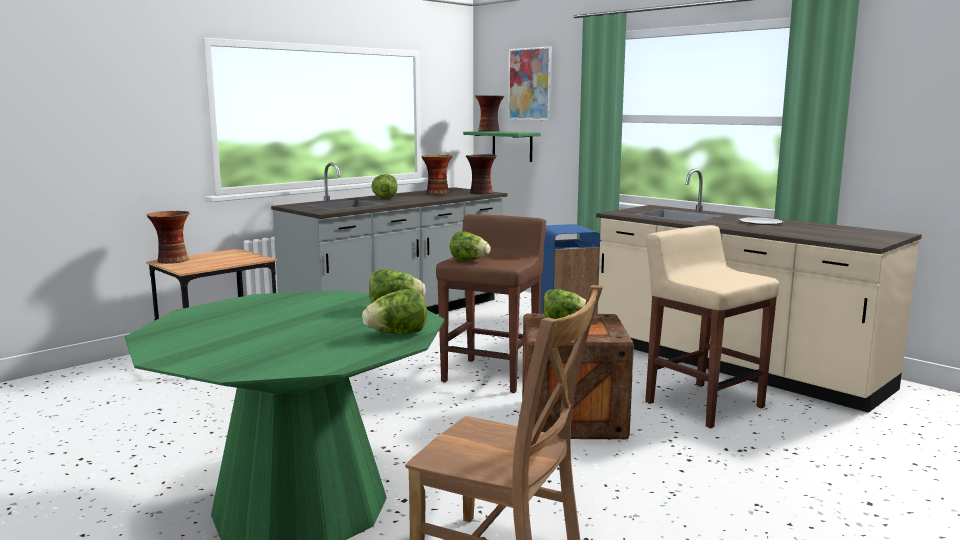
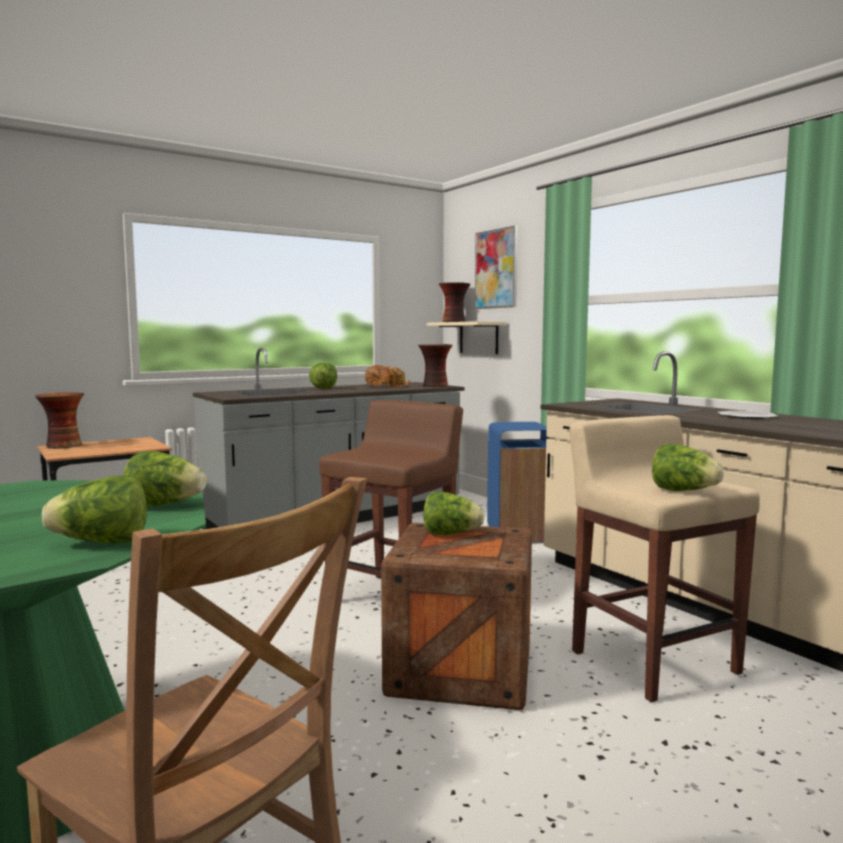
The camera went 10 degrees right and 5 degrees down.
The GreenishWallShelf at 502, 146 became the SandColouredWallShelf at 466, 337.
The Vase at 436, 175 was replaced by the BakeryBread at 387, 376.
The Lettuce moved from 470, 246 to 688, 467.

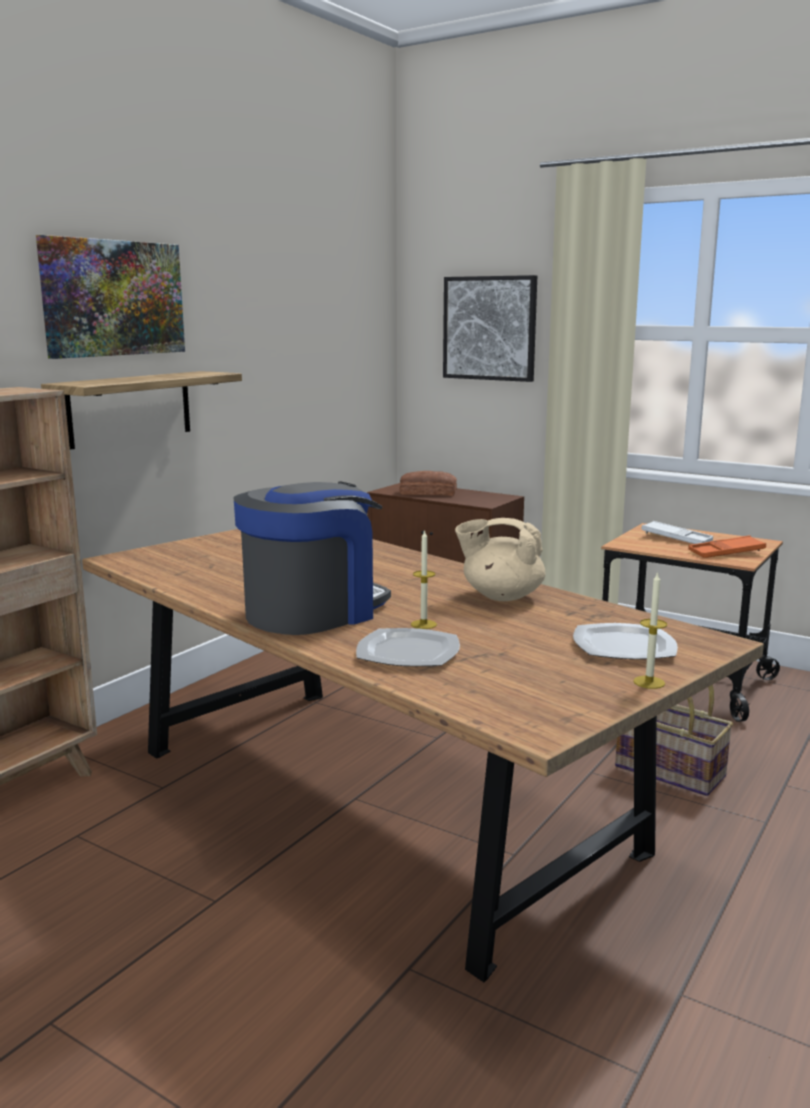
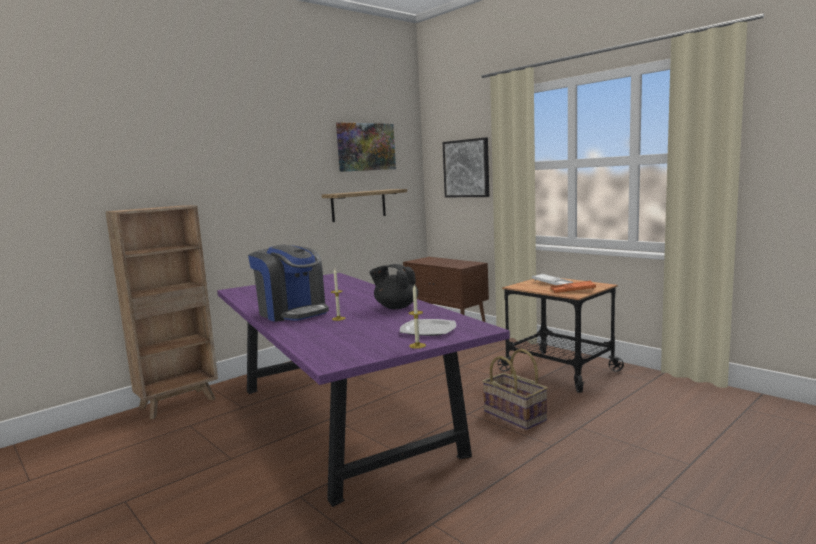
The camera went 15 degrees right and 5 degrees down.
The Picture moved from 110, 297 to 366, 147.
The WallShelf moved from 141, 410 to 364, 205.
The BakeryBread at 428, 483 disappeared.
The CoffeeMaker at 312, 558 turned 75 degrees clockwise.
The SandColouredPotForTea at 500, 559 became the BlackColouredPotForTea at 393, 287.
The BrownishDinnerTable at 423, 755 became the PurpleColouredDinnerTable at 363, 390.
The Plate at 408, 647 disappeared.

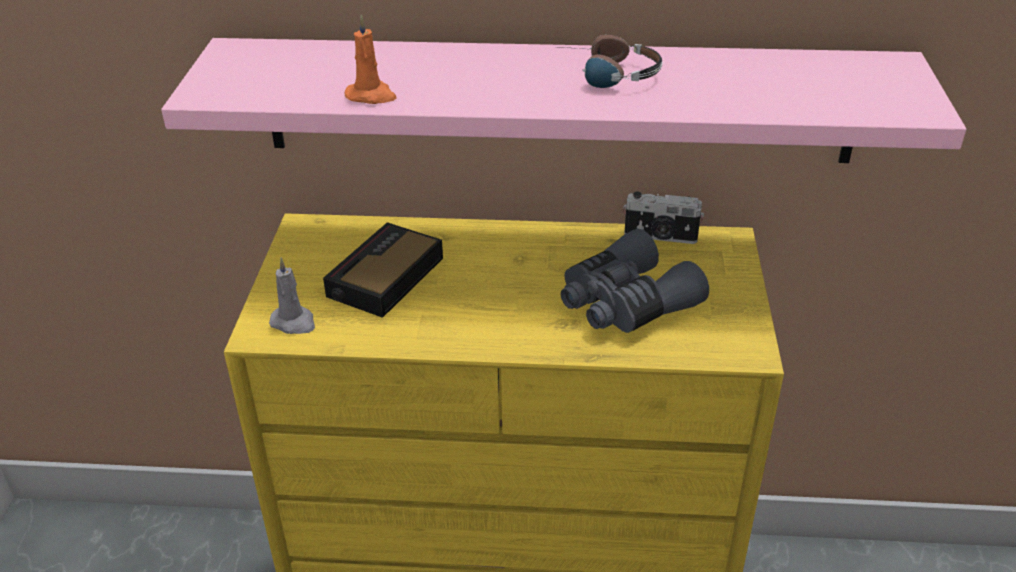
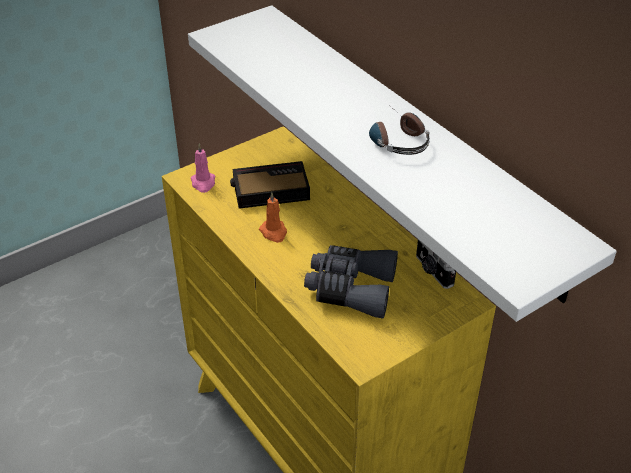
The camera went 50 degrees right and 5 degrees up.
The OrangeColouredCandle moved from 371, 59 to 273, 217.
The PinkColouredWallShelf at 563, 100 became the WhiteColouredWallShelf at 402, 163.
The GreyishCandle at 292, 296 became the PinkColouredCandle at 203, 168.

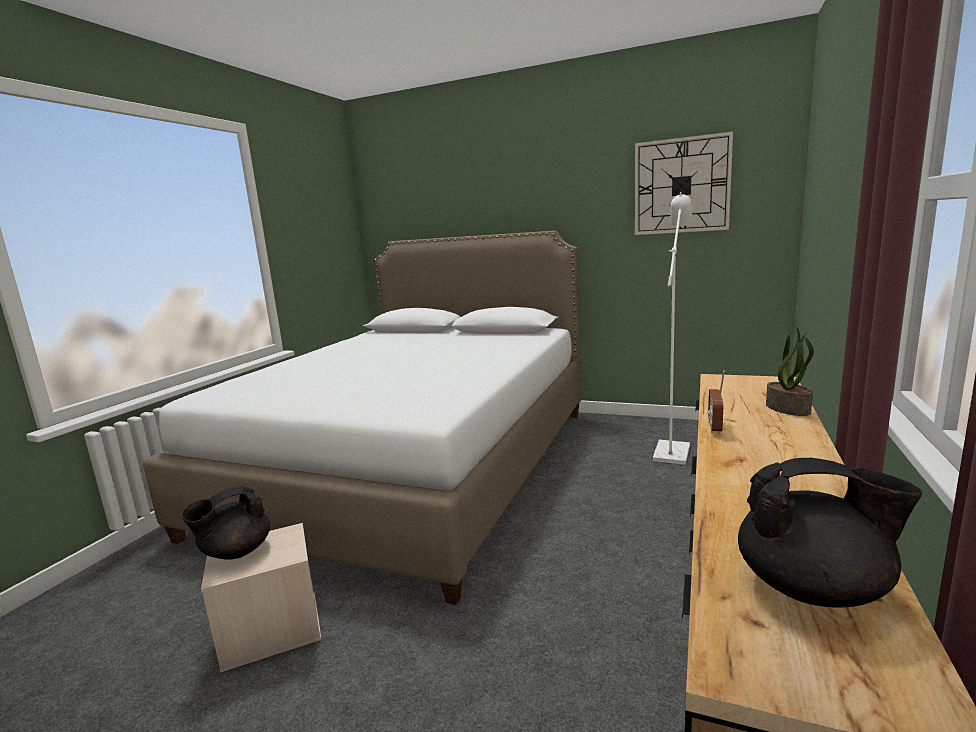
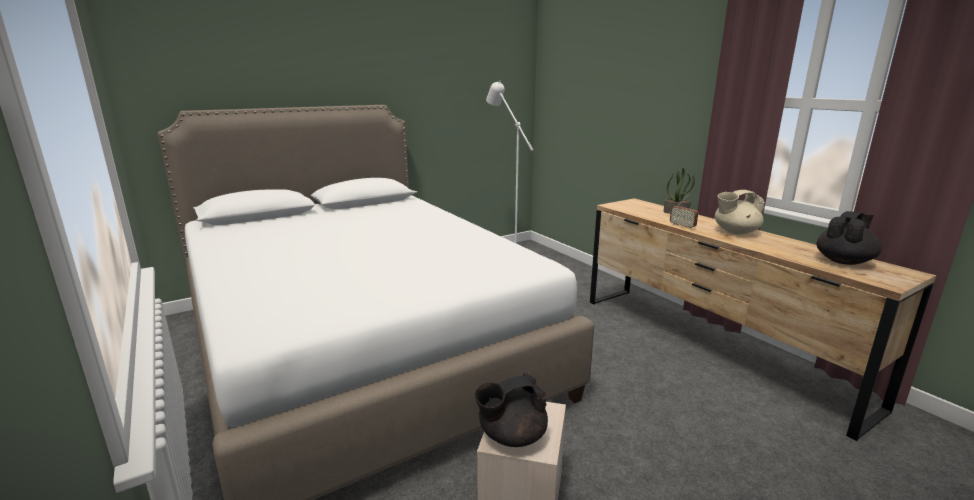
The camera went 55 degrees left and 5 degrees up.
The WallClock at 684, 183 disappeared.
The BlackColouredPotForTea at 225, 523 turned 75 degrees clockwise.
The SandColouredPotForTea at 740, 212 appeared.

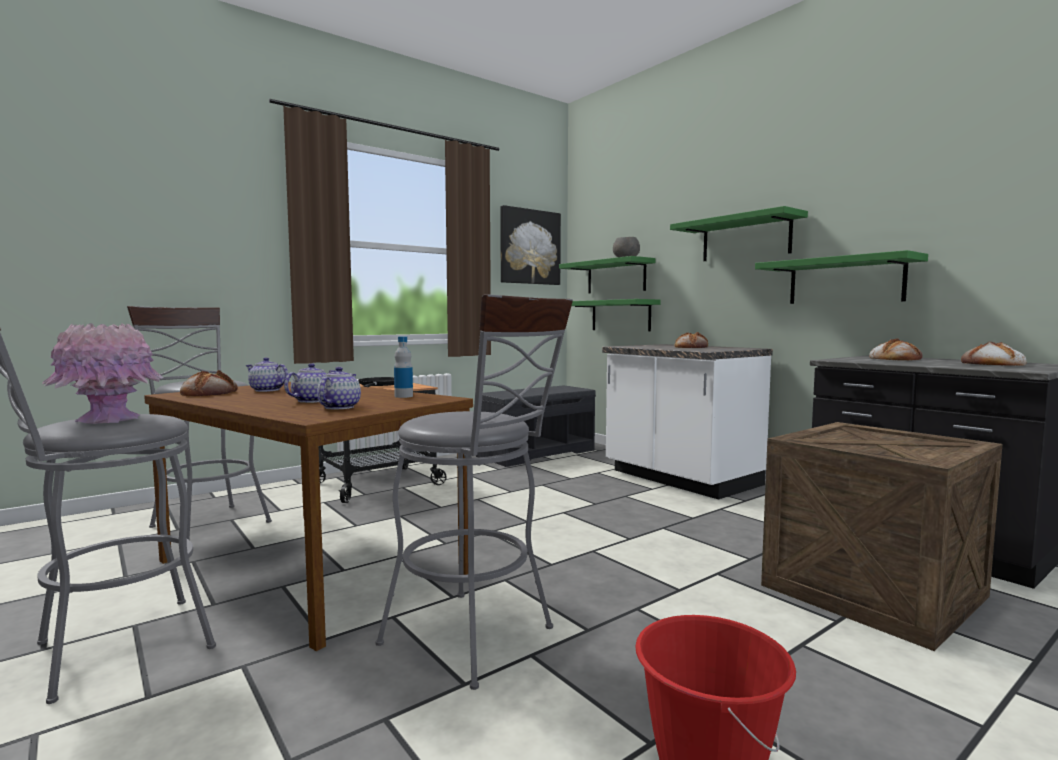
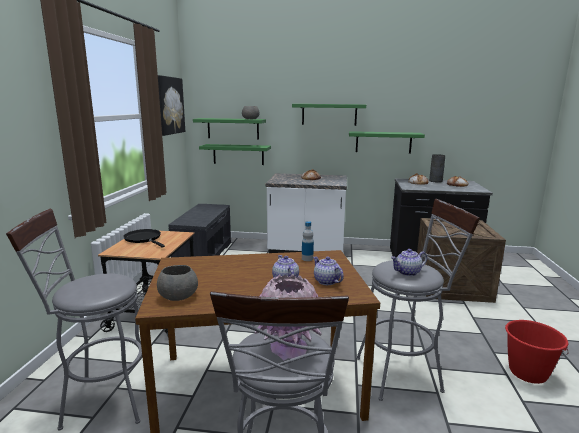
The camera went 45 degrees left and 10 degrees up.
The PotForTea moved from 267, 374 to 409, 262.
The BakeryBread at 209, 383 was replaced by the GreyishServingBowl at 177, 283.
The GreyishVase at 437, 168 appeared.

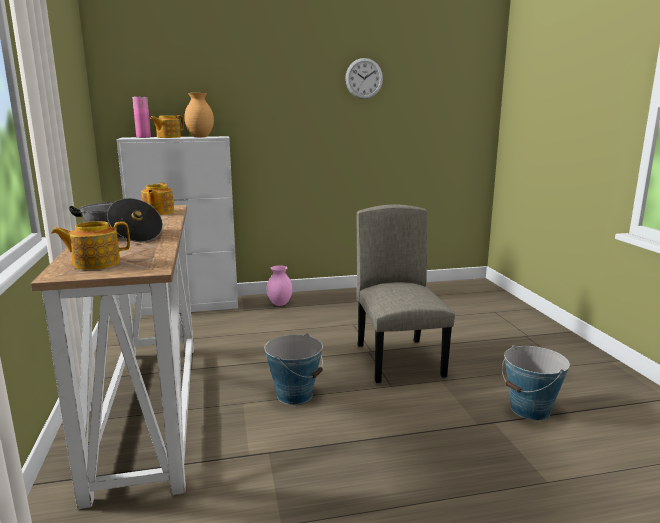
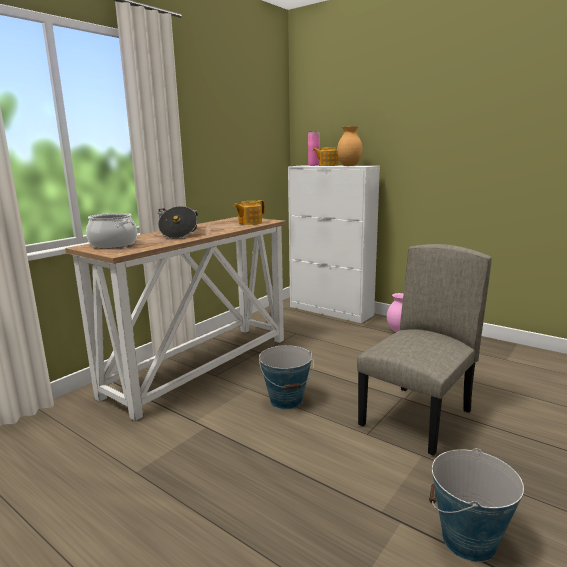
The camera went 50 degrees right and 0 degrees up.
The WallClock at 364, 78 disappeared.
The PotForTea at 90, 245 was replaced by the Saucepot at 111, 231.

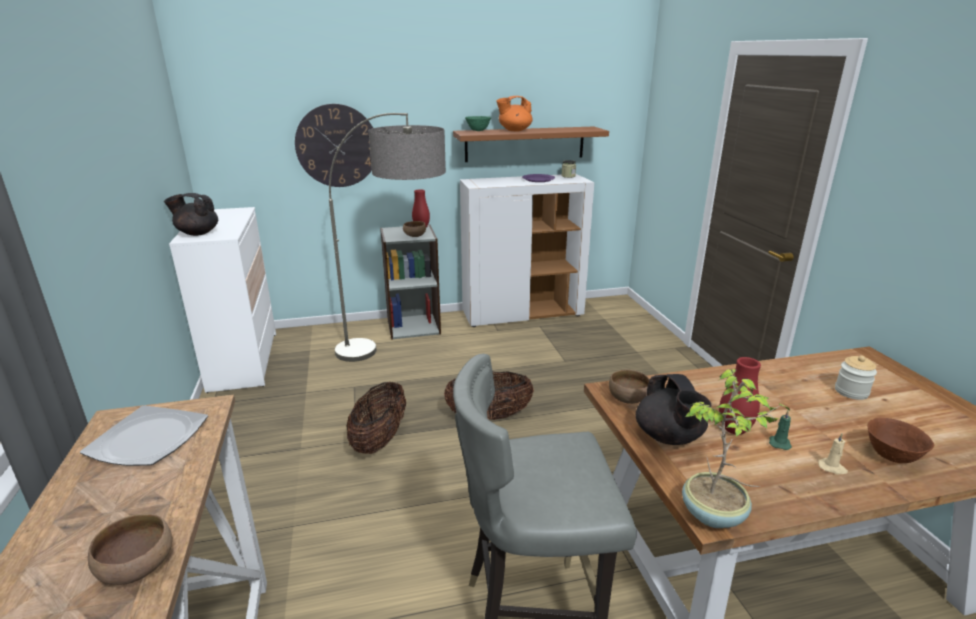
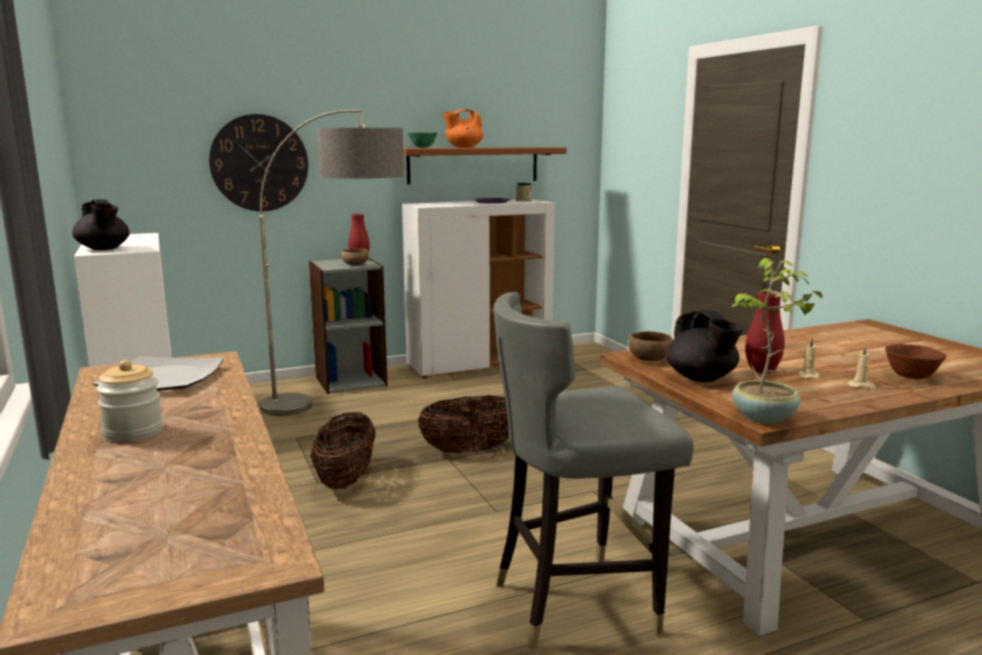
The camera went 10 degrees left and 10 degrees down.
The BlackColouredPotForTea at 191, 214 turned 120 degrees counterclockwise.
The PreserveJar moved from 856, 377 to 129, 401.
The GreenishCandle at 780, 430 became the SandColouredCandle at 808, 358.
The BrownishServingBowl at 130, 549 disappeared.

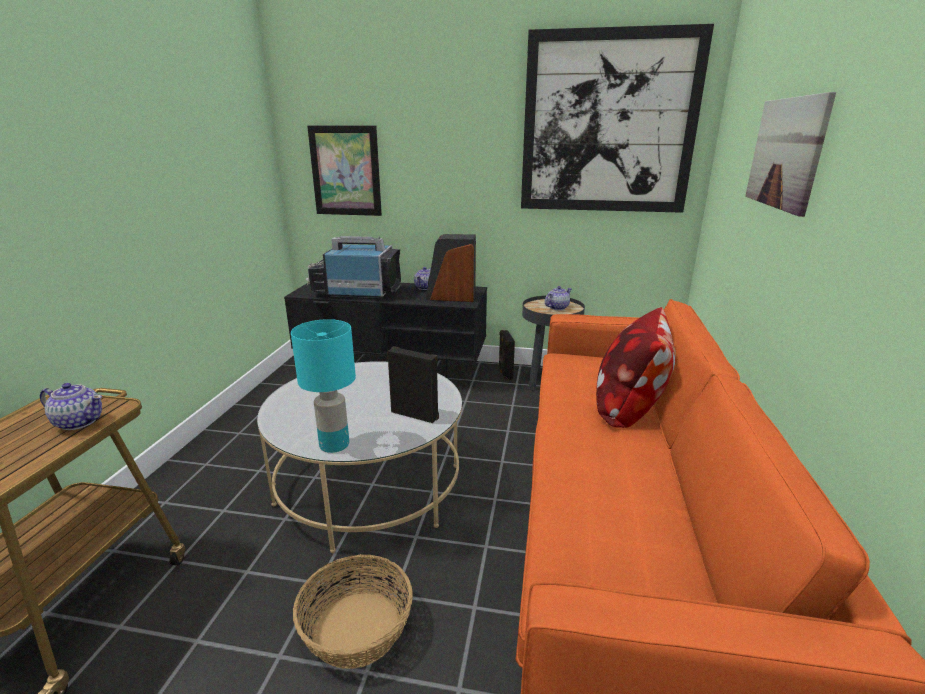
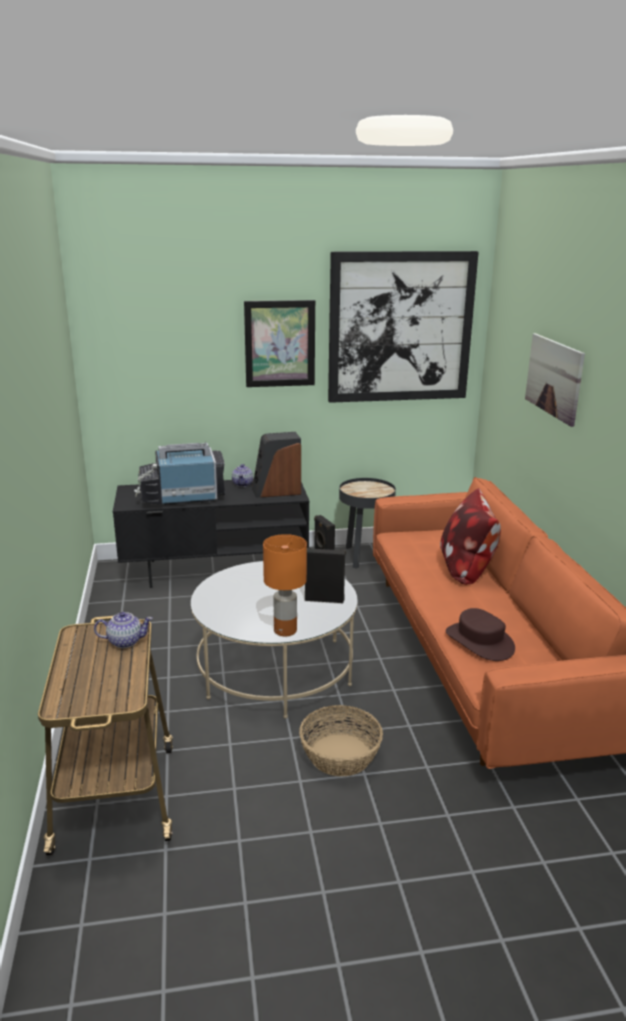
The camera went 20 degrees left and 0 degrees up.
The Picture moved from 344, 170 to 279, 343.
The PotForTea at 558, 298 disappeared.
The TurquoiseLampForATable at 323, 386 became the OrangeColouredLampForATable at 285, 585.
The BrownishClothingHat at 480, 634 appeared.

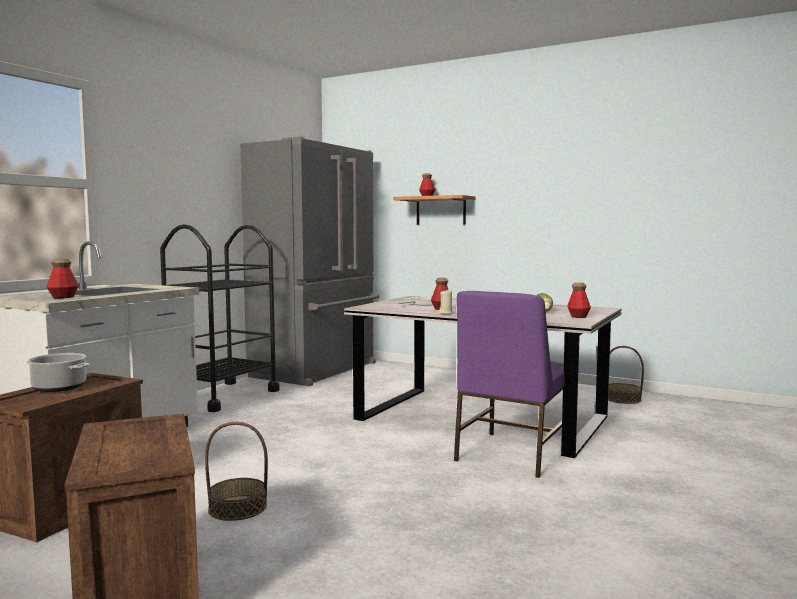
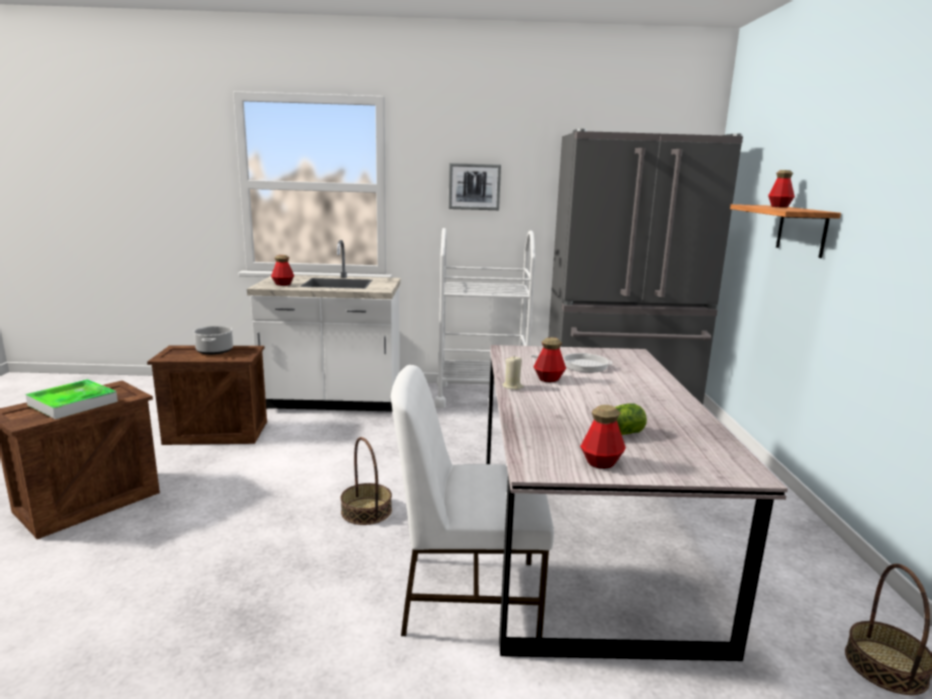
The camera went 60 degrees right and 10 degrees up.
The BlackColouredTrolley at 220, 318 became the WhiteColouredTrolley at 485, 318.
The PurpleColouredUprightChair at 509, 384 became the WhiteColouredUprightChair at 472, 501.
The StorageBasket moved from 236, 471 to 366, 481.
The Picture at 475, 186 appeared.
The CarryingTray at 71, 399 appeared.

